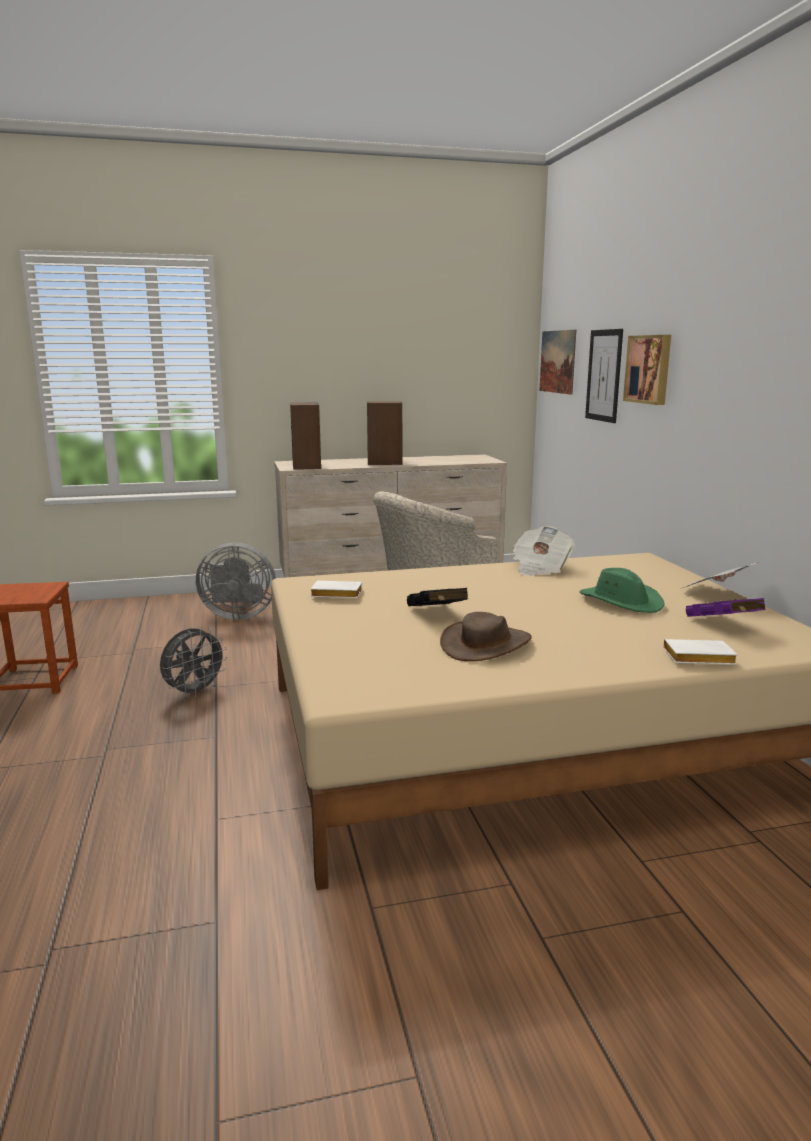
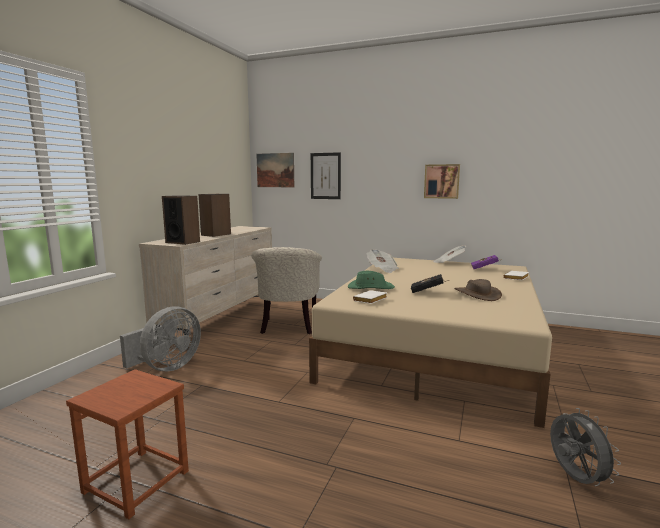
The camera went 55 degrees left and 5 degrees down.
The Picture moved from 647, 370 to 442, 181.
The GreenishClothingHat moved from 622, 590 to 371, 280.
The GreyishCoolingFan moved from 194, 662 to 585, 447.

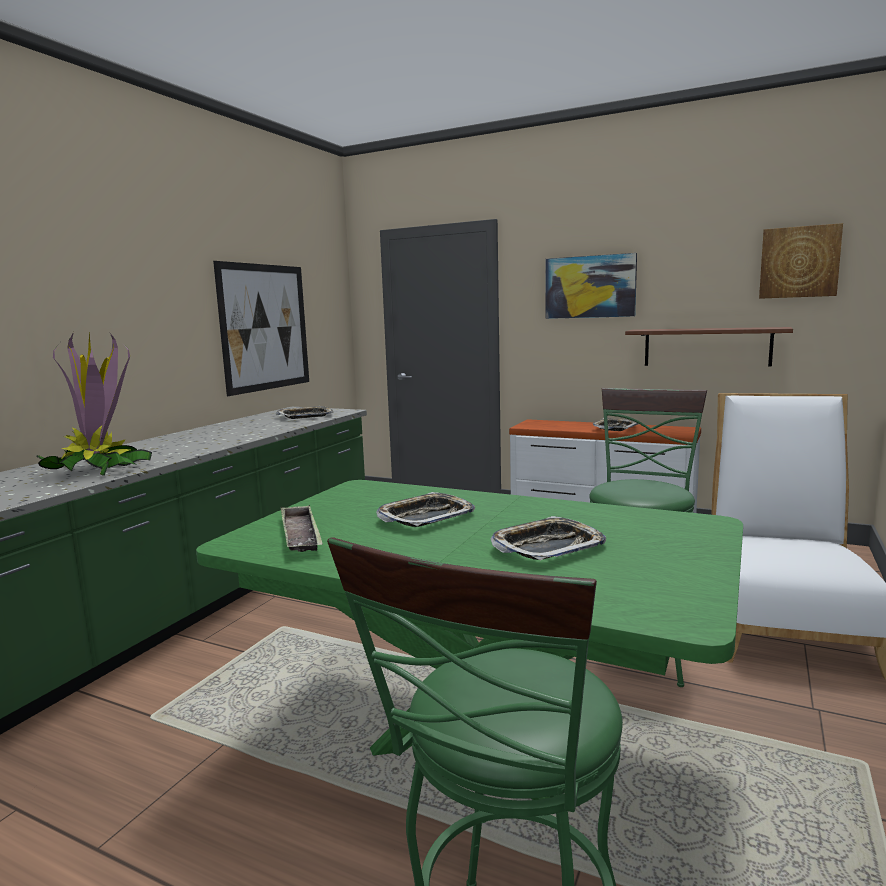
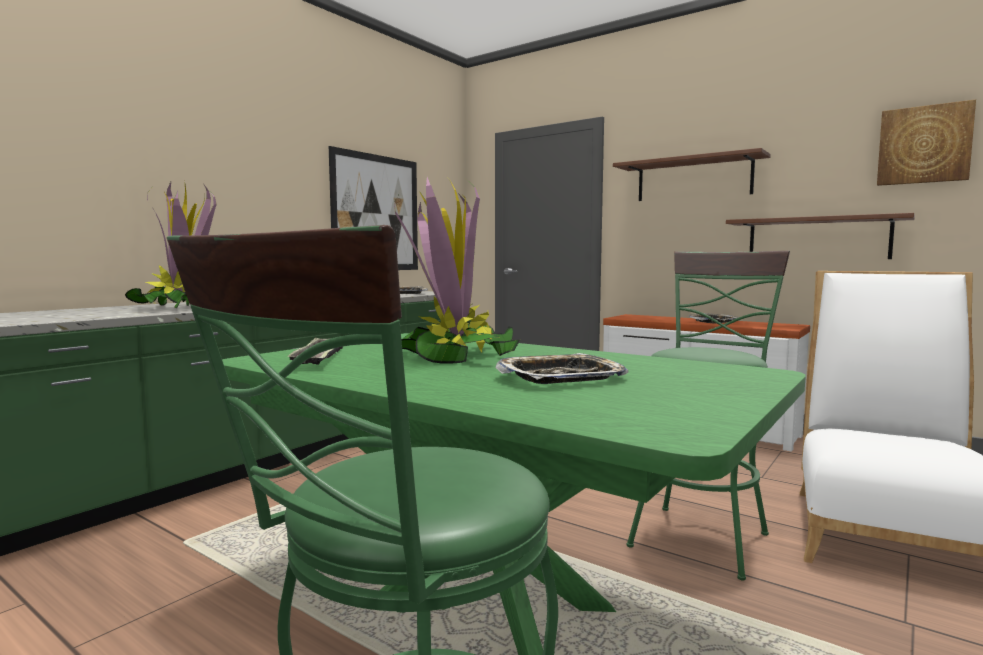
The camera went 10 degrees right and 5 degrees down.
The Picture at 591, 286 was replaced by the BrownishWallShelf at 692, 174.
The CarryingTray at 425, 509 was replaced by the PottedPlant at 457, 270.

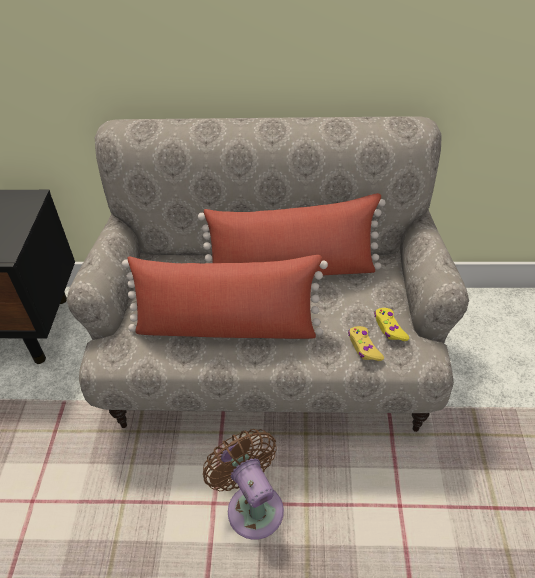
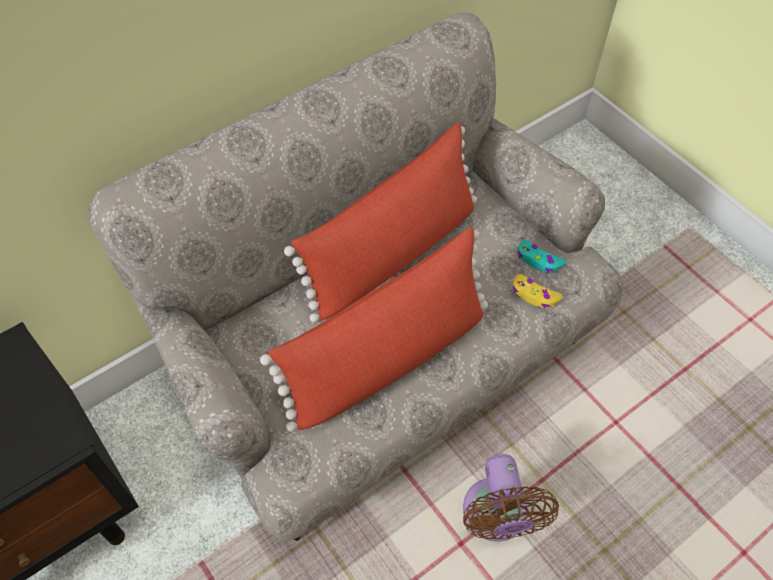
The camera went 40 degrees left and 10 degrees up.
The YellowGamepad at 391, 324 became the TurquoiseGamepad at 542, 256.
The BrownishCoolingFan at 243, 484 turned 120 degrees counterclockwise.

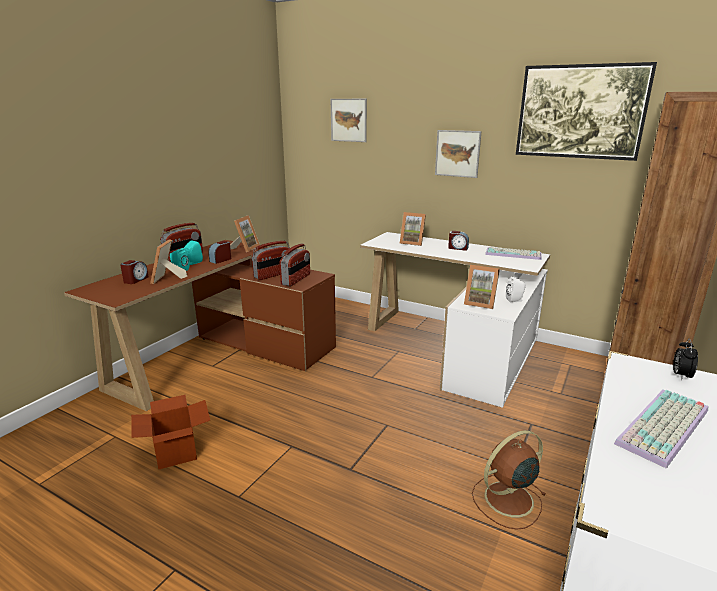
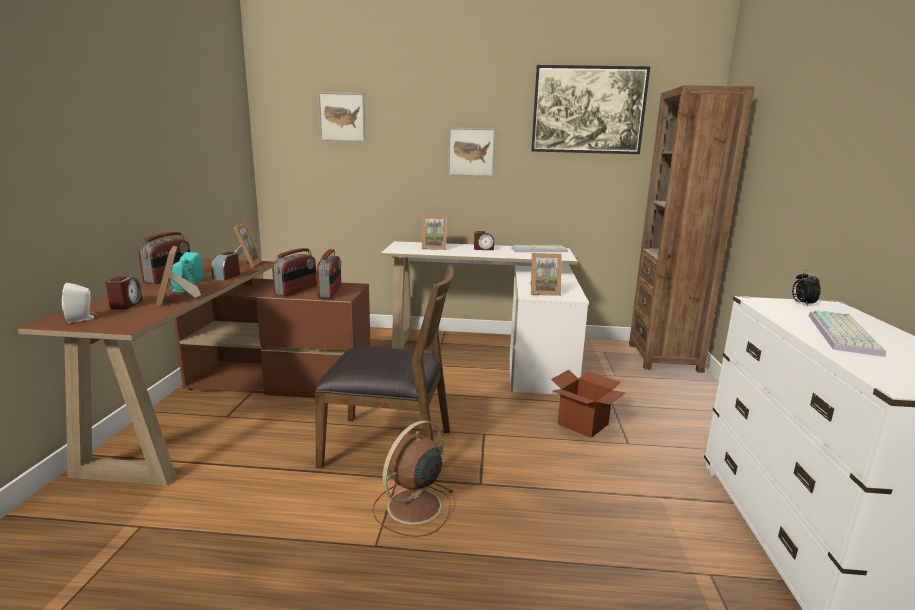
The camera went 25 degrees left and 5 degrees down.
The WhiteColouredSpeaker moved from 516, 289 to 79, 303.
The Carton moved from 170, 432 to 588, 404.
The BrownishCoolingFan moved from 509, 480 to 413, 479.
The BrownishUprightChair at 384, 366 appeared.

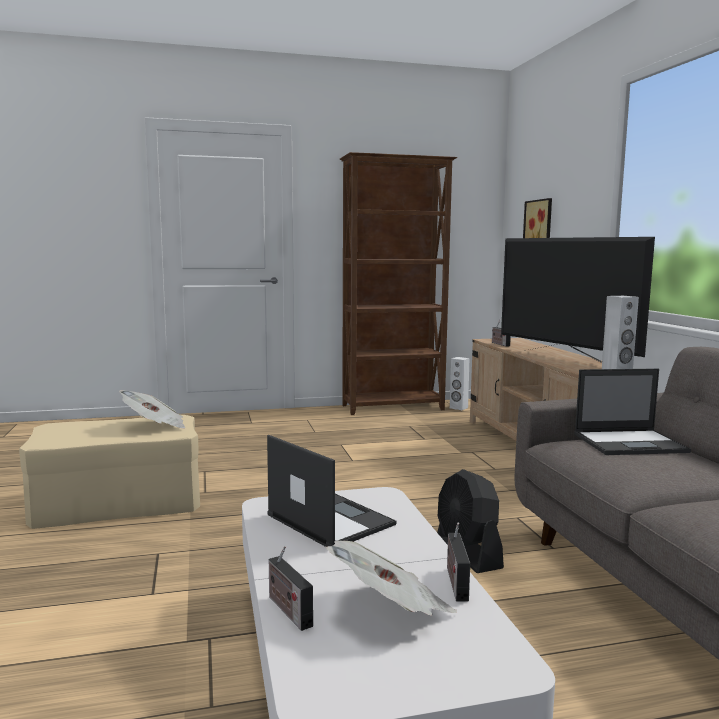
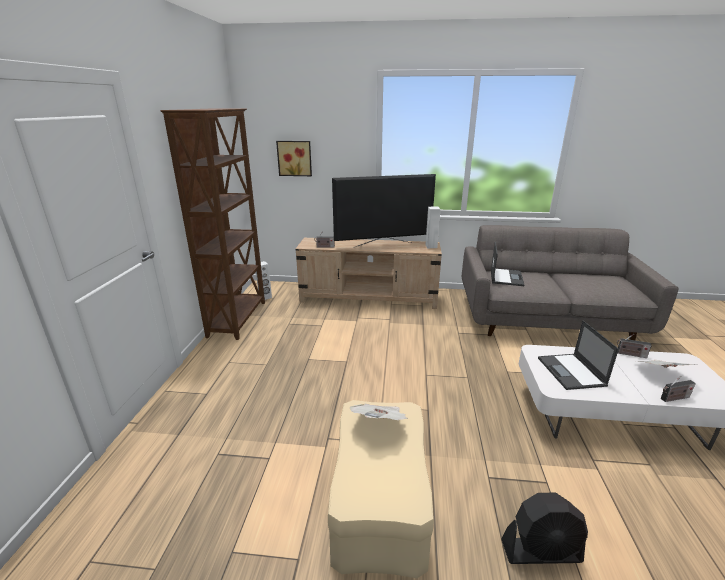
The camera went 70 degrees left and 15 degrees up.
The Laptop at 331, 491 turned 75 degrees counterclockwise.
The BlackColouredCoolingFan moved from 470, 521 to 544, 528.

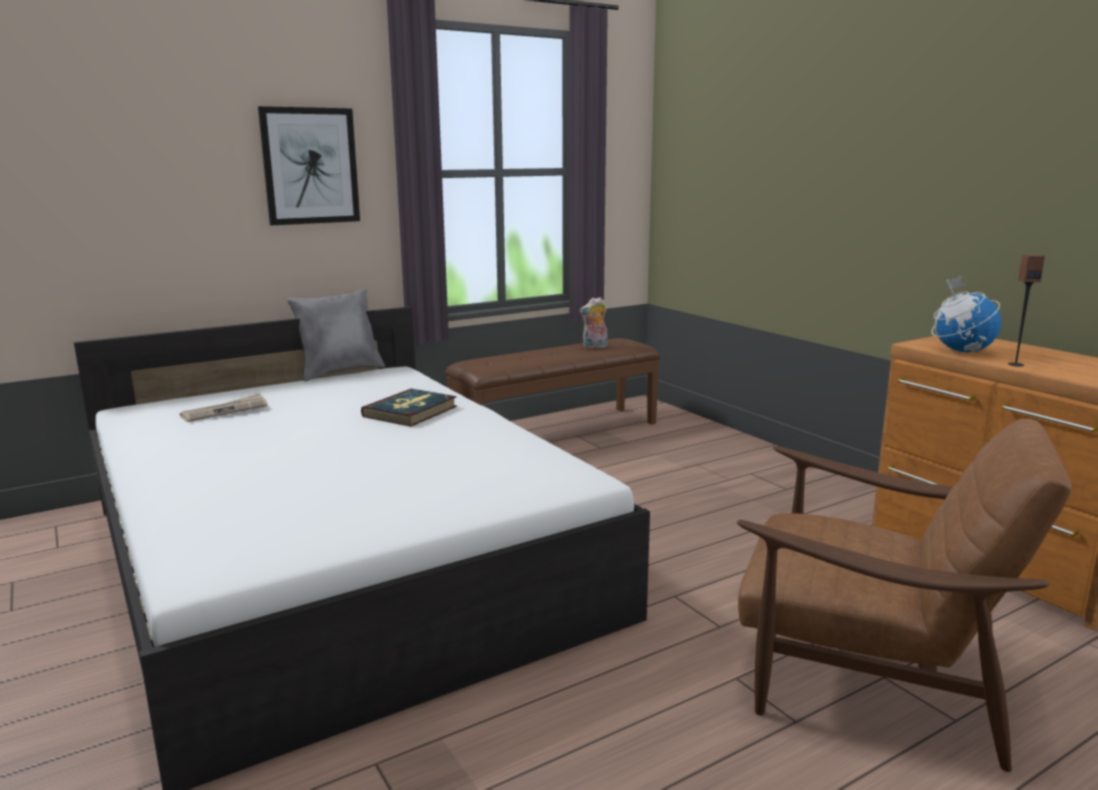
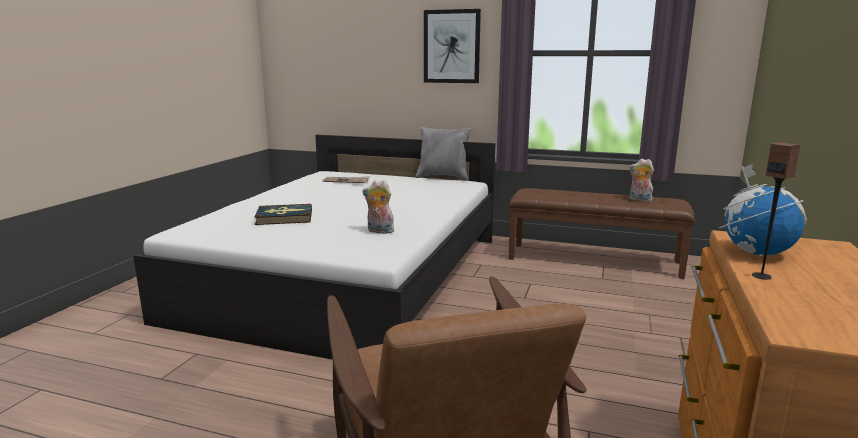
The camera went 50 degrees right and 0 degrees up.
The Volume moved from 409, 408 to 283, 214.
The SoftToy at 379, 207 appeared.

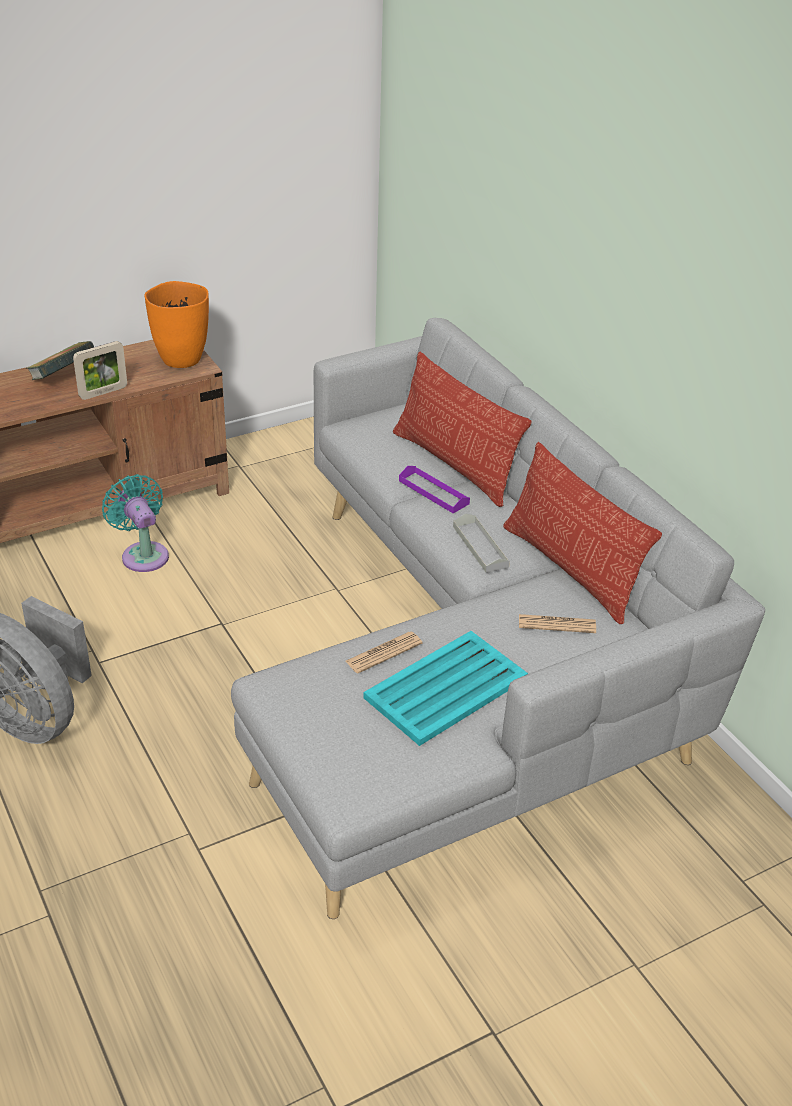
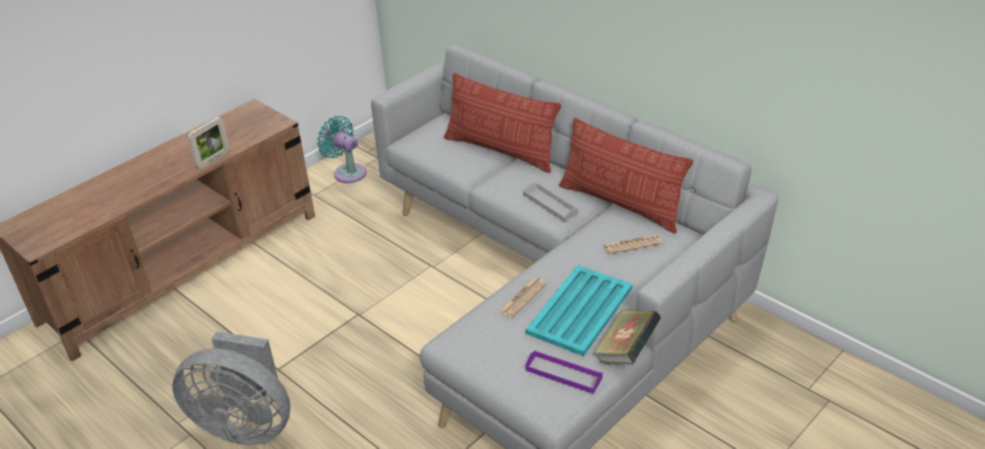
The camera went 15 degrees left and 0 degrees up.
The OrangeColouredVase at 176, 324 disappeared.
The Volume moved from 60, 360 to 627, 337.
The PurpleColouredCarryingTray moved from 434, 490 to 564, 372.
The TurquoiseCoolingFan moved from 135, 523 to 342, 149.

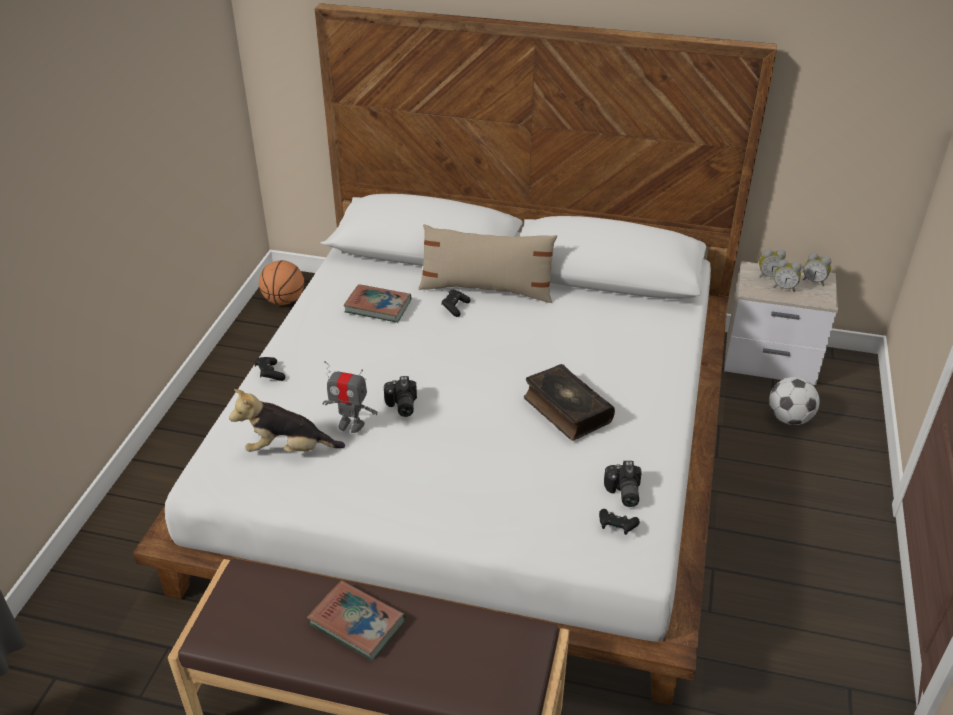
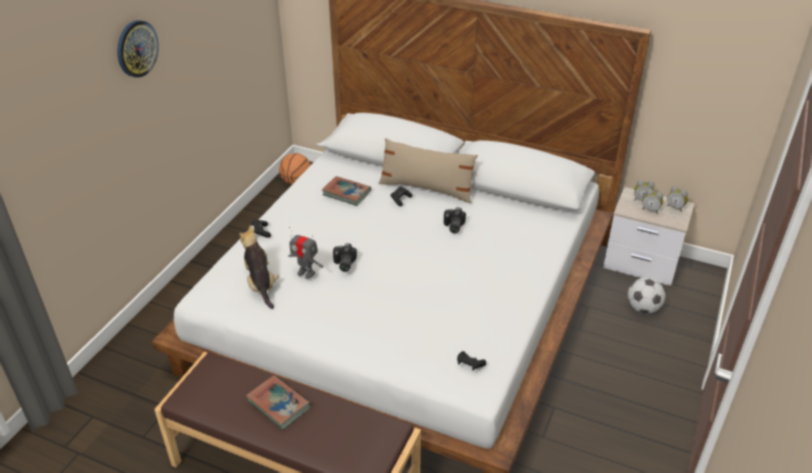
The camera went 10 degrees right and 0 degrees up.
The Volume at 569, 402 disappeared.
The SoftToy at 287, 420 turned 60 degrees clockwise.
The StillCamera moved from 623, 484 to 455, 220.
The WallClock at 138, 49 appeared.

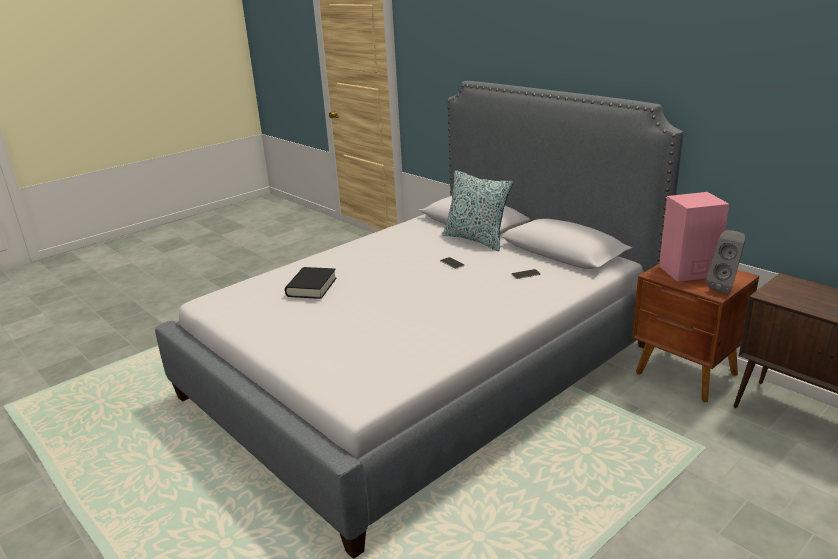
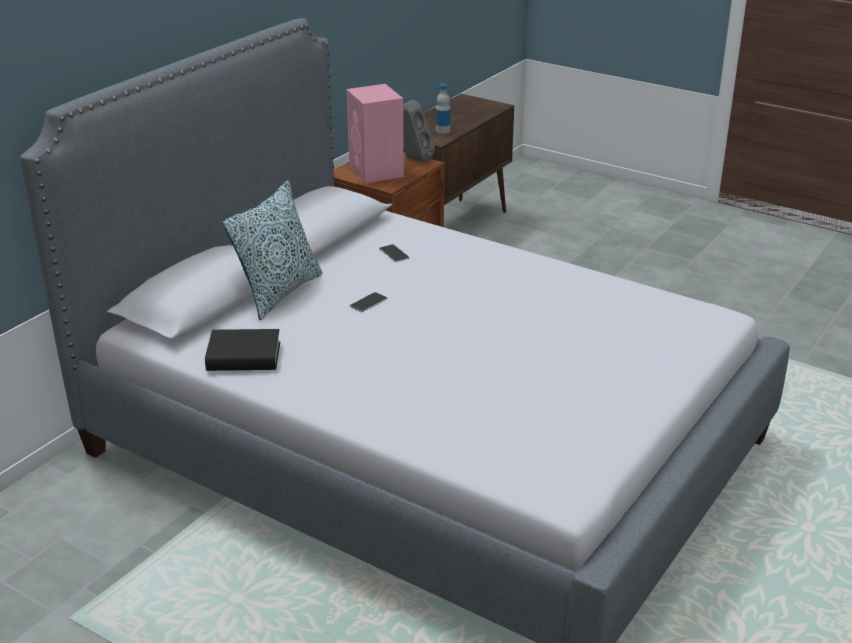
The camera went 105 degrees left and 5 degrees up.
The BlackColouredVolume moved from 311, 283 to 242, 350.
The DrinkBottle at 443, 109 appeared.

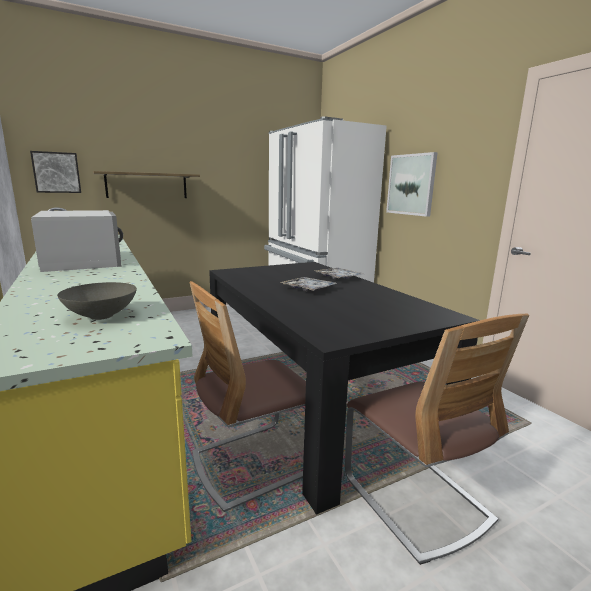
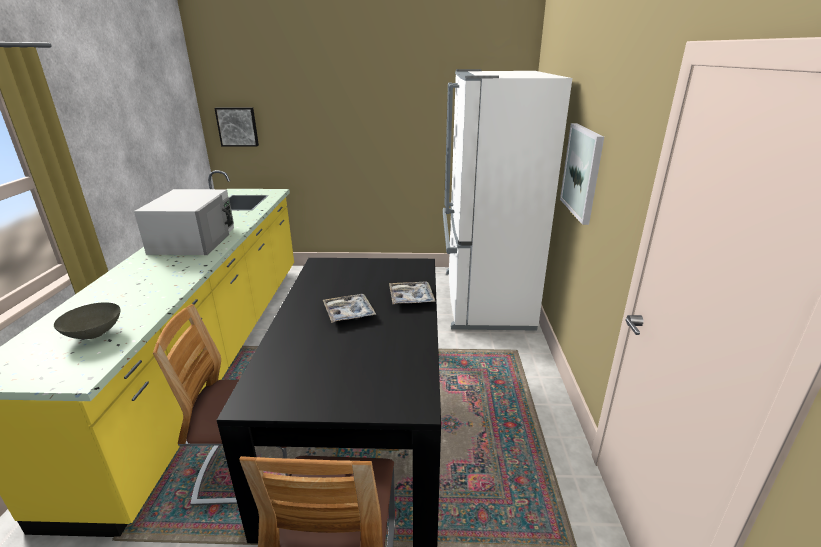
The camera went 30 degrees right and 10 degrees up.
The WallShelf at 146, 184 disappeared.

